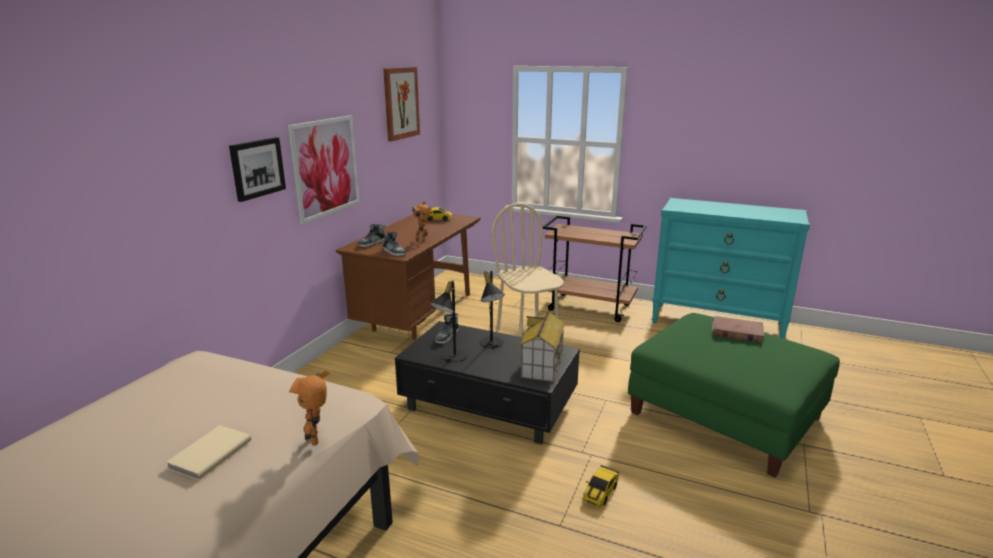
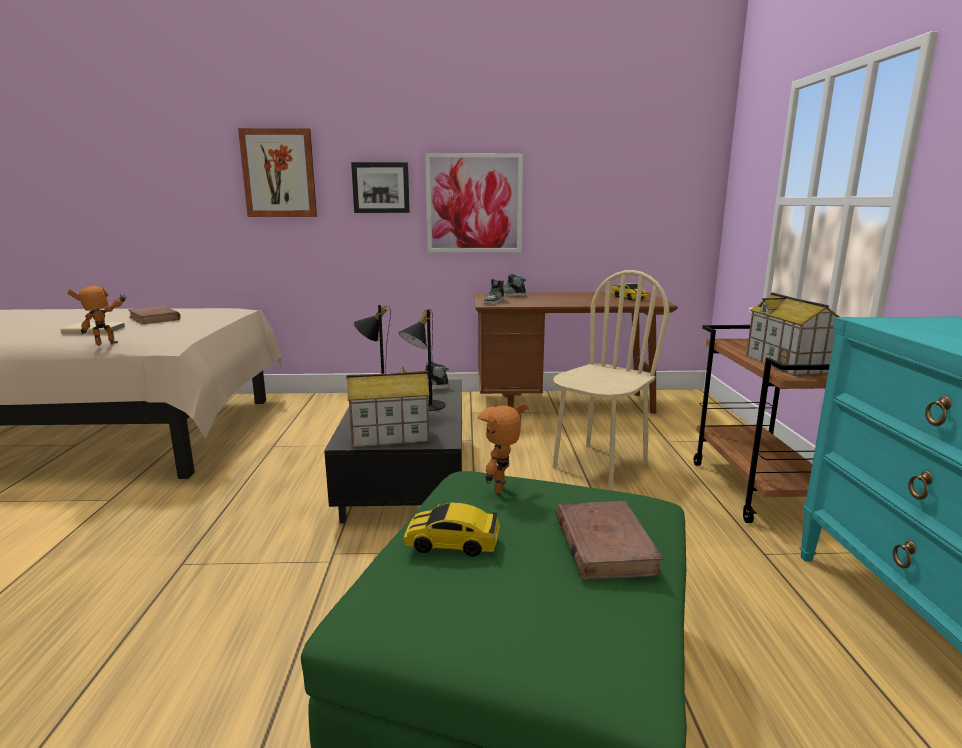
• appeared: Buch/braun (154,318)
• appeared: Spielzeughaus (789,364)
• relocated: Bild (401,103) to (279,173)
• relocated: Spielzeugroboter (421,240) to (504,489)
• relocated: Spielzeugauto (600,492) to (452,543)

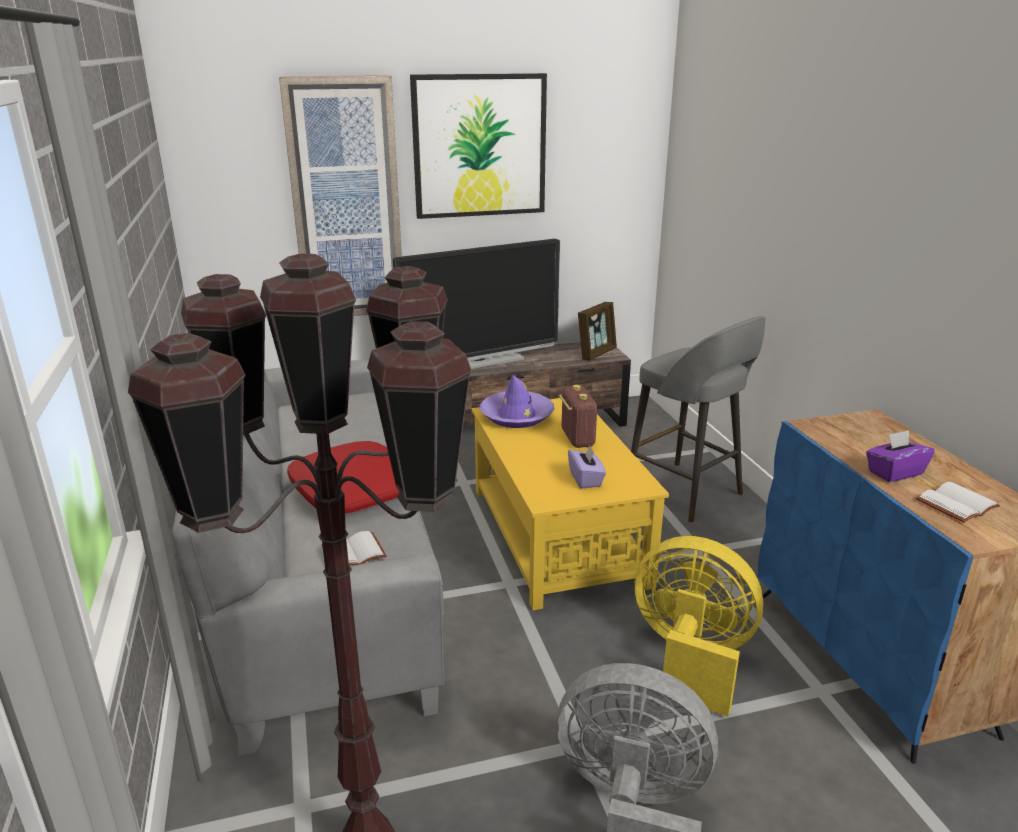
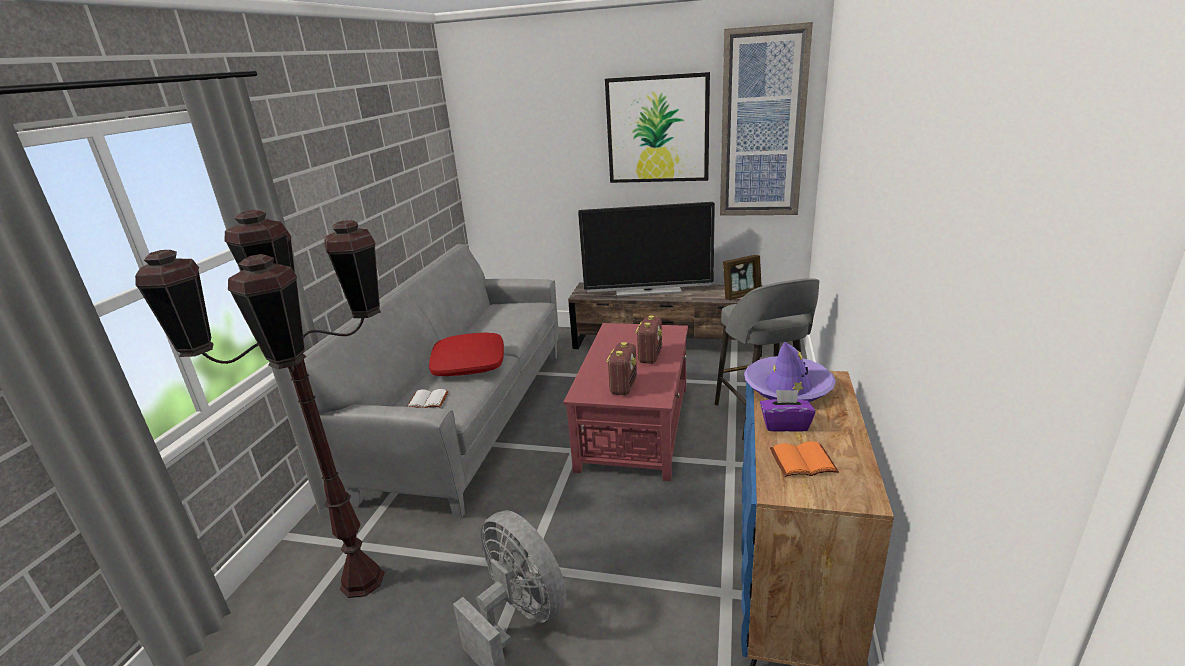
• missing: Ventilator/gelb (691,658)
• relocated: Bild (346,202) to (762,125)
• relocated: Hut/lila (516,416) to (787,387)
• exchanged: Taschentuchbox/lila (586,479) to Radio (623,386)
• colour: Couchtisch/gelb (557,534) to Couchtisch/rot (635,426)
• colour: Buch/weiß (955,503) to Buch/orange (803,460)

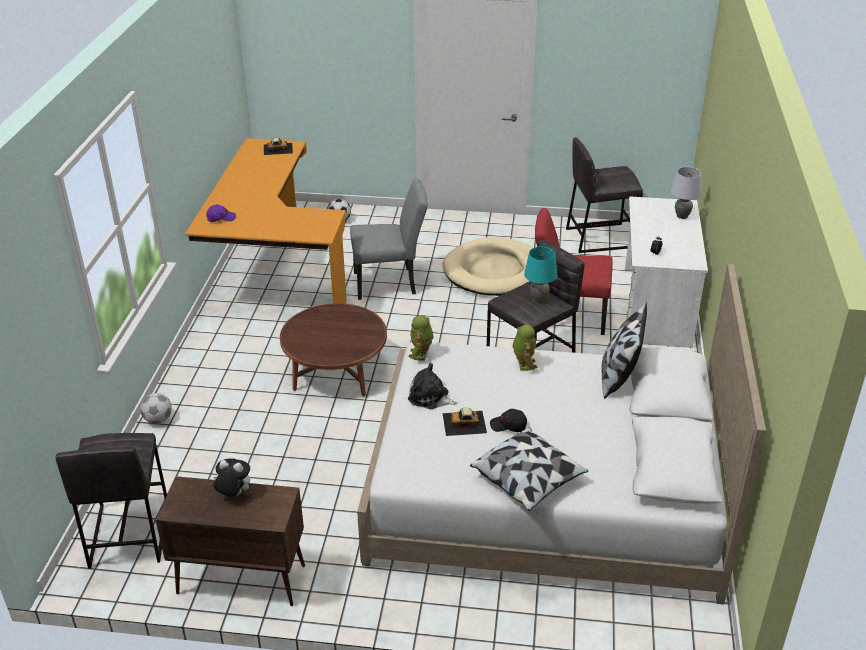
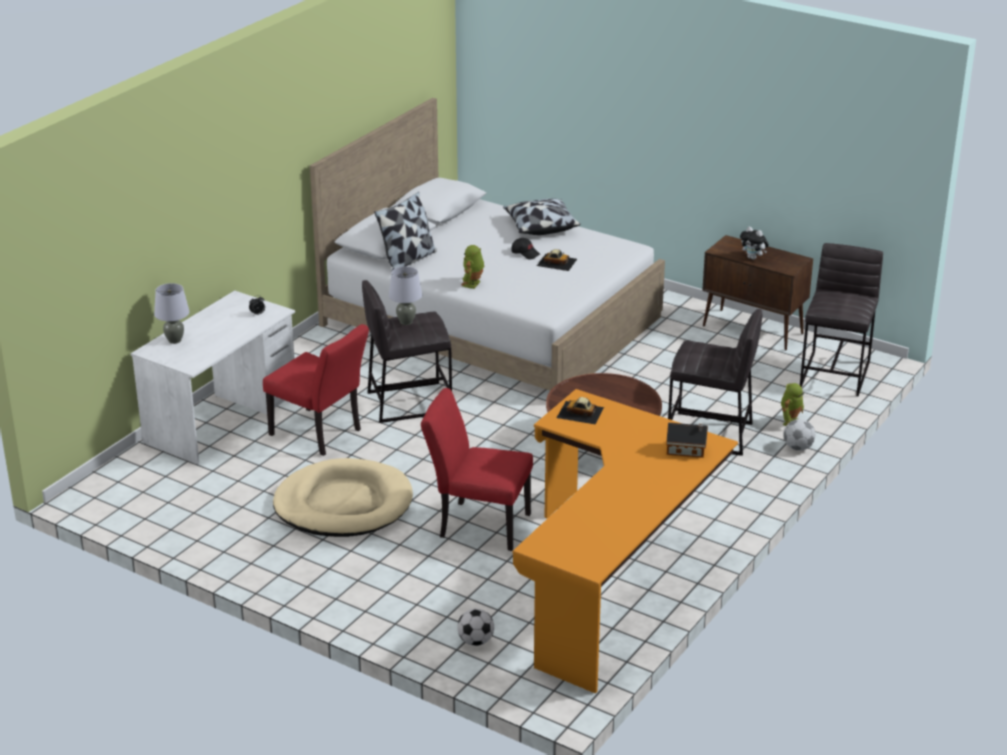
• missing: Plüschtier (430,397)
• relocated: Spielzeugauto (277,148) to (580,412)
• relocated: Spielzeugroboter (421,354) to (791,422)
• relocated: Hocker/grau (599,237) to (710,434)
• exchanged: Kappe/lila (221,218) to Spielzeughaus (687,450)
• colour: Stuhl/grau (390,283) to Stuhl/rot (477,524)
• colour: Tischlampe/türkis (539,299) to Tischlampe/grau (406,322)

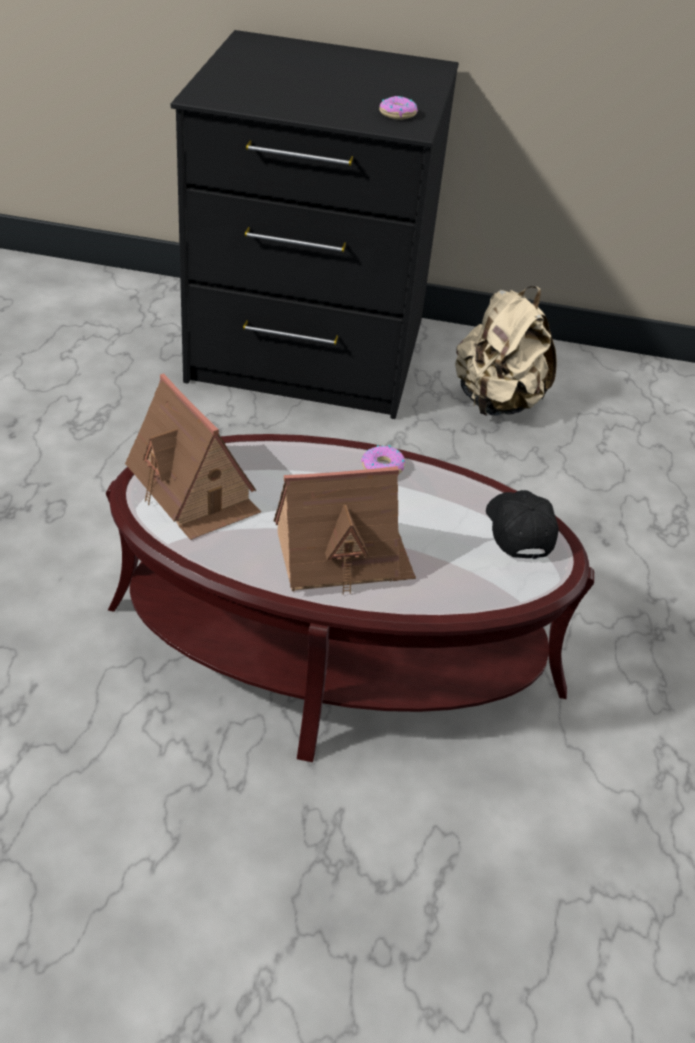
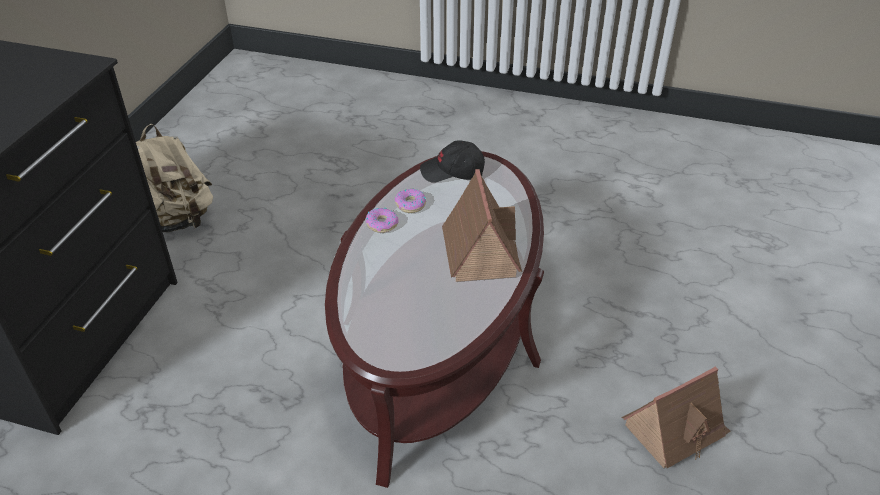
• relocated: Spielzeughaus (194,490) to (675,429)
• relocated: Donut (397,114) to (410,204)

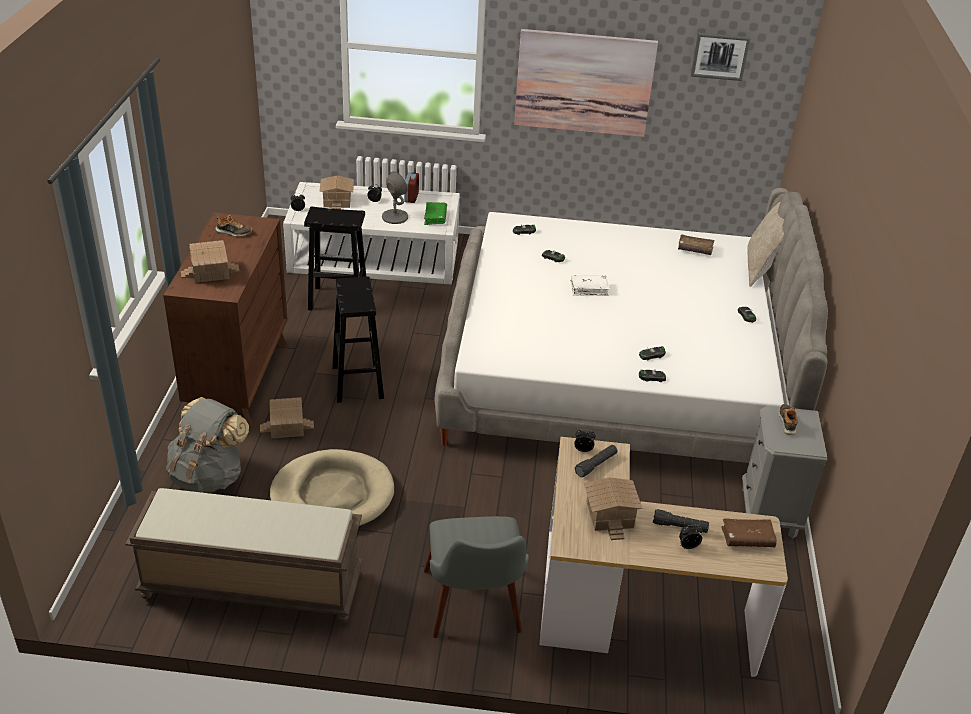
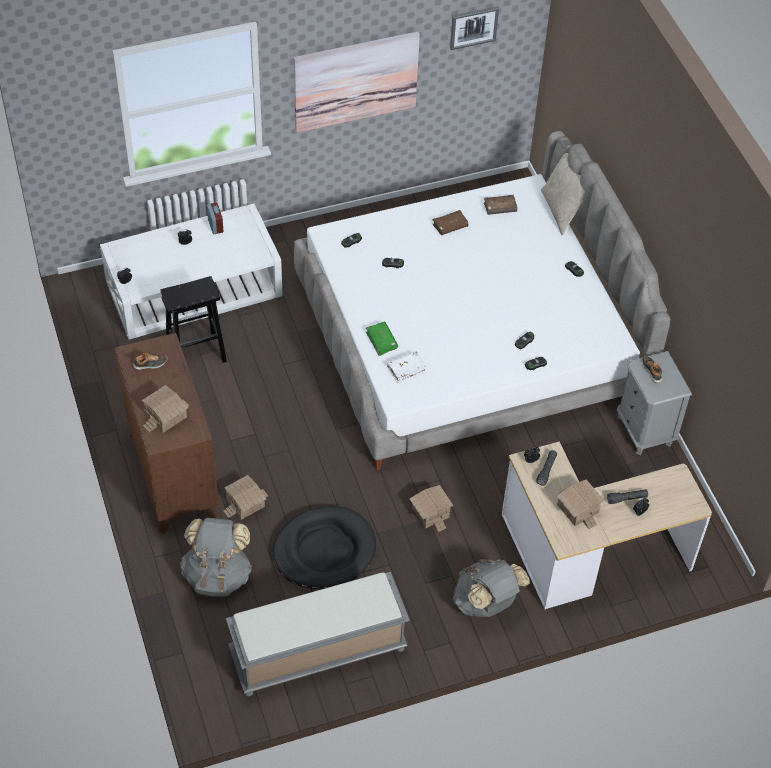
• missing: Hocker/schwarz (357,381)
• missing: Tischlampe/grau (394,217)
• relocated: Spielzeughaus (336,201) to (429,513)
• relocated: Buch/grün (435,217) to (381,341)
• relocated: Buch/weiß (589,289) to (406,369)
• relocated: Buch/braun (747,538) to (450,226)
• exchanged: Stuhl/grau (475,612) to Rucksack/grau (486,603)
• colour: Bank/braun (250,586) to Bank/grau (317,652)
• colour: Hundebett/beige (332,495) to Hundebett/schwarz (324,550)

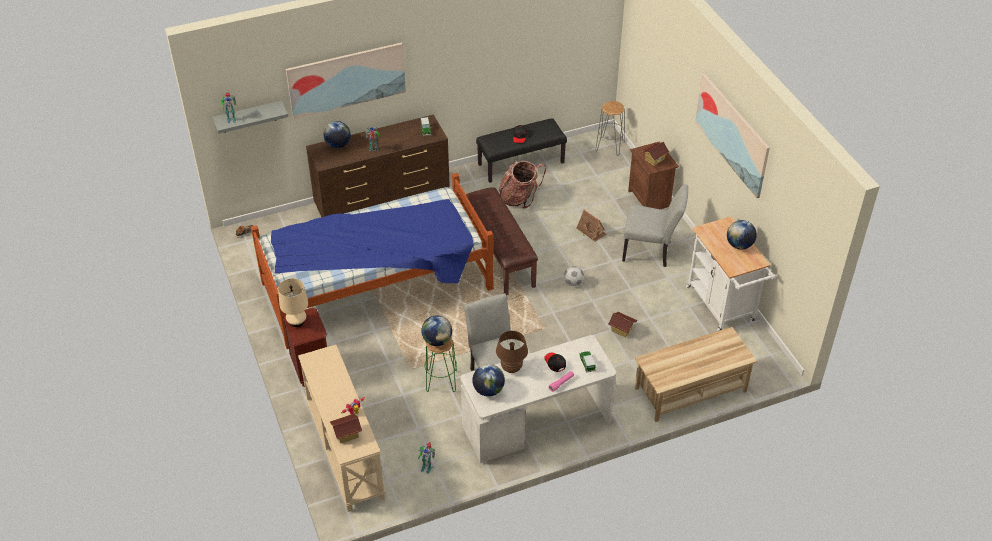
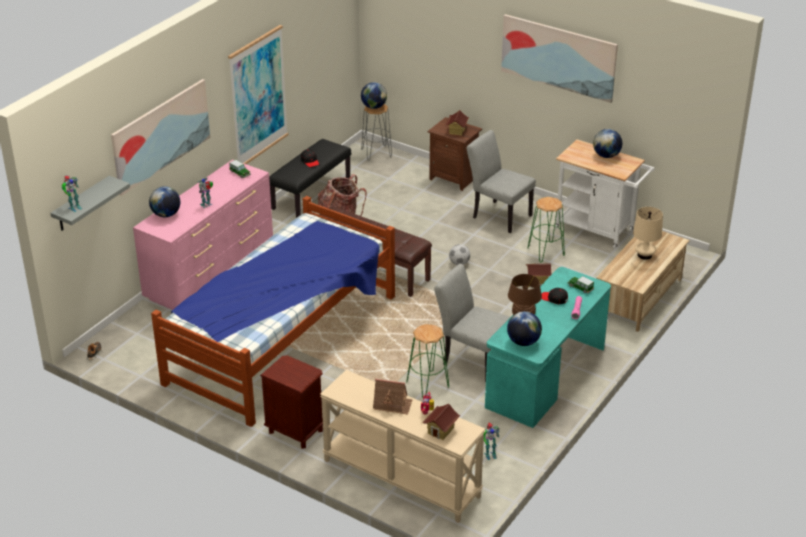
• appeared: Bild (258,96)
• appeared: Hocker/grün (546,252)
• relocated: Tischlampe/beige (296,322) to (644,255)
• relocated: Globus (437,341) to (374,107)
• relocated: Spielzeughaus (591,231) to (392,404)
• colour: Kommode/braun (383,201) to Kommode/rosa (211,271)
• colour: Schreibtisch/weiß (537,424) to Schreibtisch/türkis (546,377)
• spun: Stuhl/grau (651,252) = (498,215) 120 degrees counterclockwise

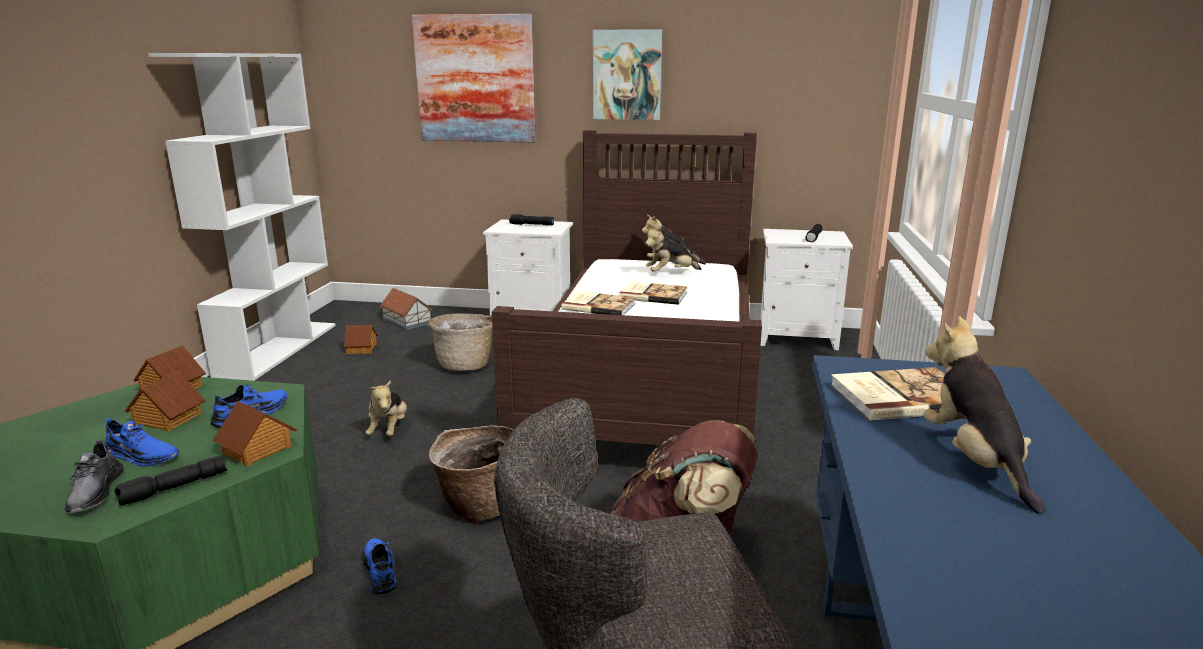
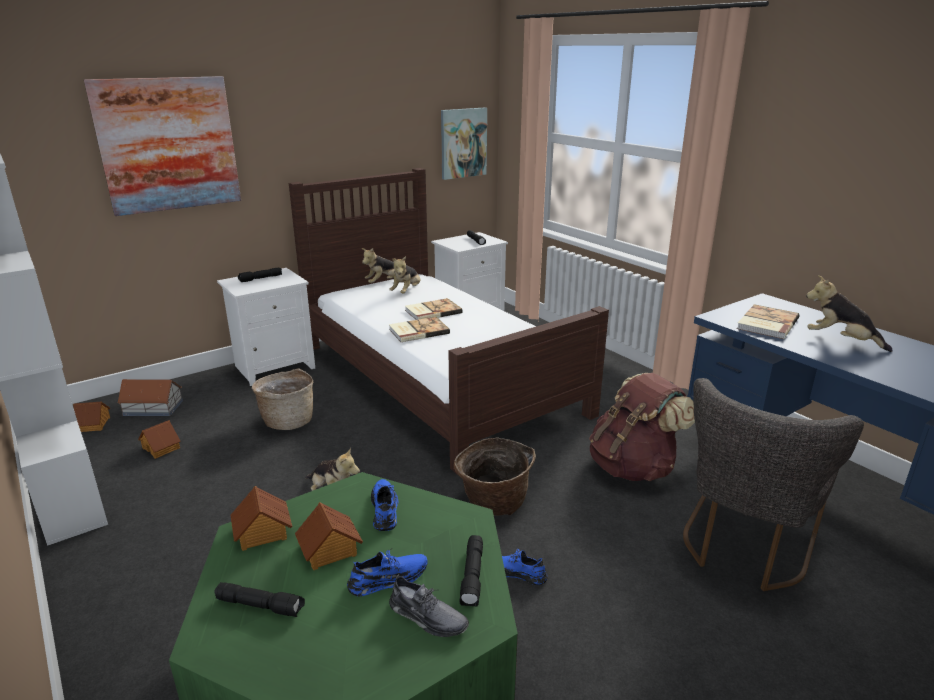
• appeared: Taschenlampe/schwarz (261,605)
• relocated: Spielzeughaus (257,449) to (94,424)
• relocated: Bild (627,75) to (463,143)

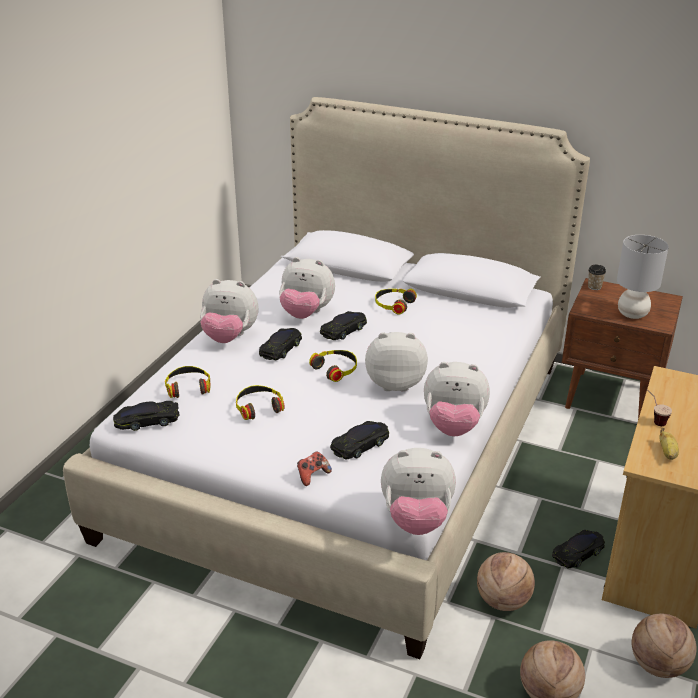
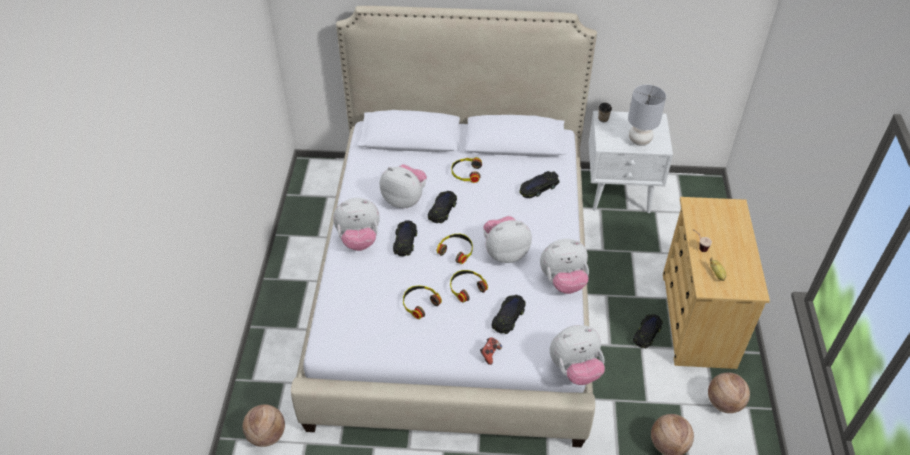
• relocated: Spielzeugauto/schwarz (147,420) to (538,187)
• relocated: Kopfhörer (188,387) to (466,288)
• relocated: Basketball (502,601) to (267,435)
• colour: Nachttisch/braun (611,398) to Nachttisch/weiß (621,193)
• spun: Plüschtier (306,313) = (405,199) 150 degrees counterclockwise

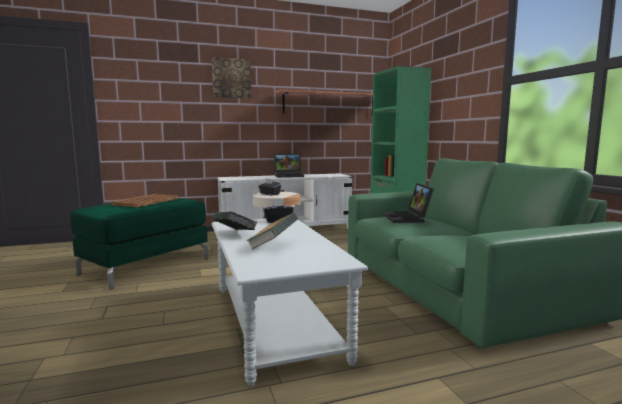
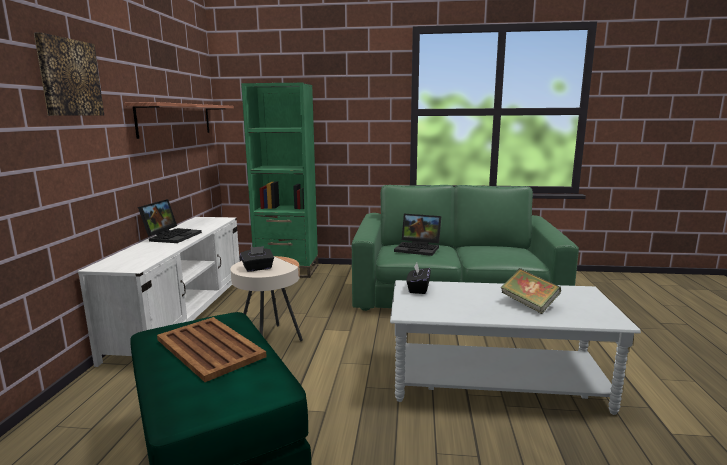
• missing: Buch (234,234)

